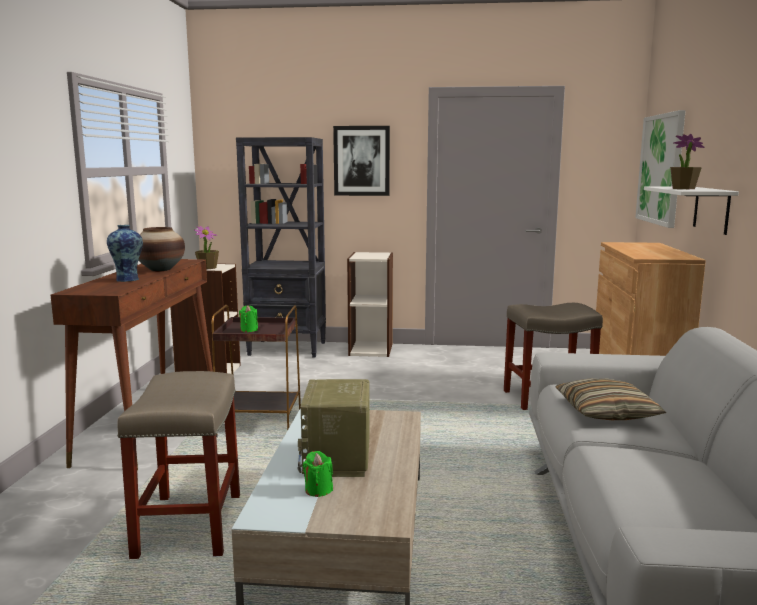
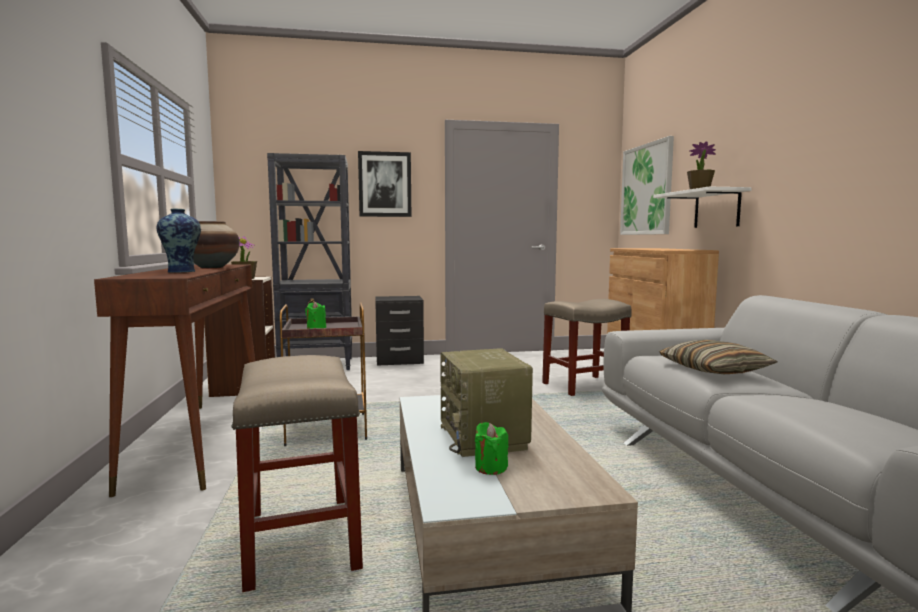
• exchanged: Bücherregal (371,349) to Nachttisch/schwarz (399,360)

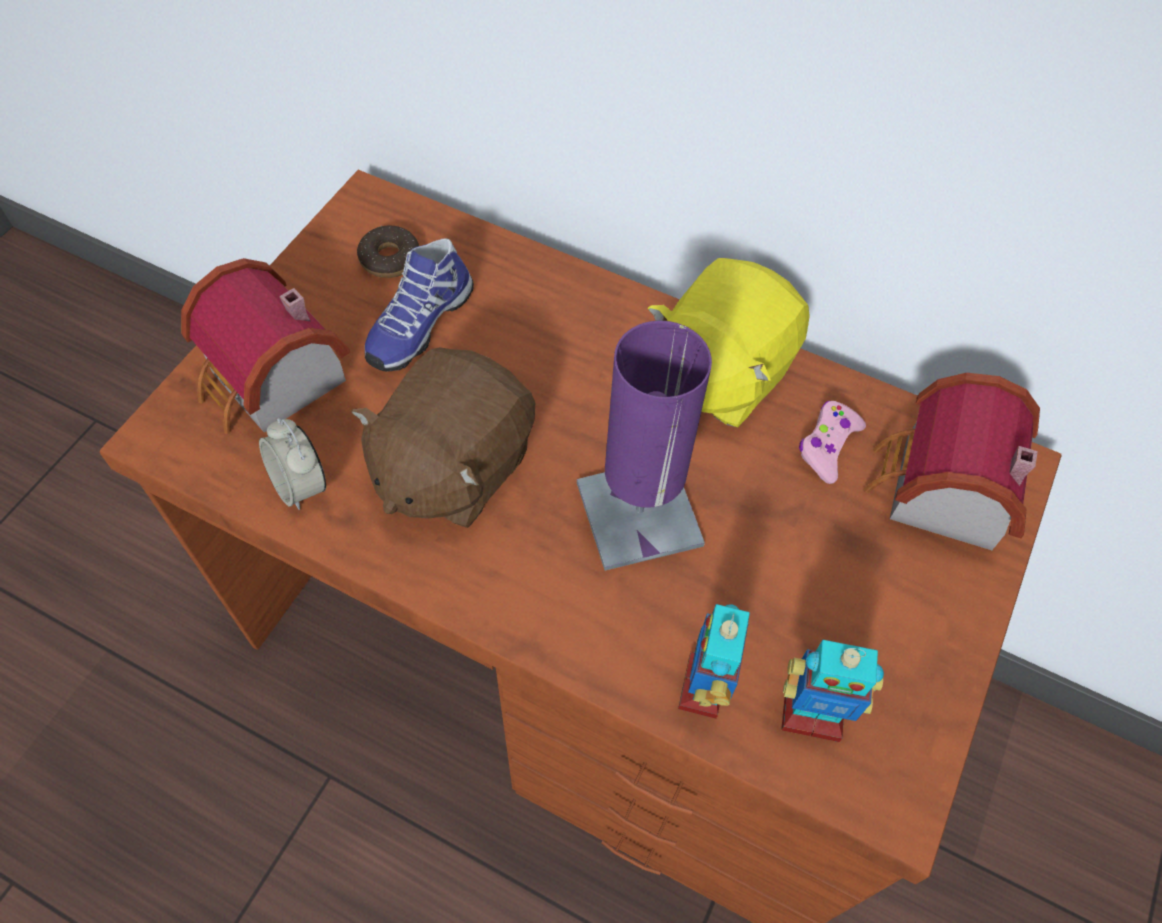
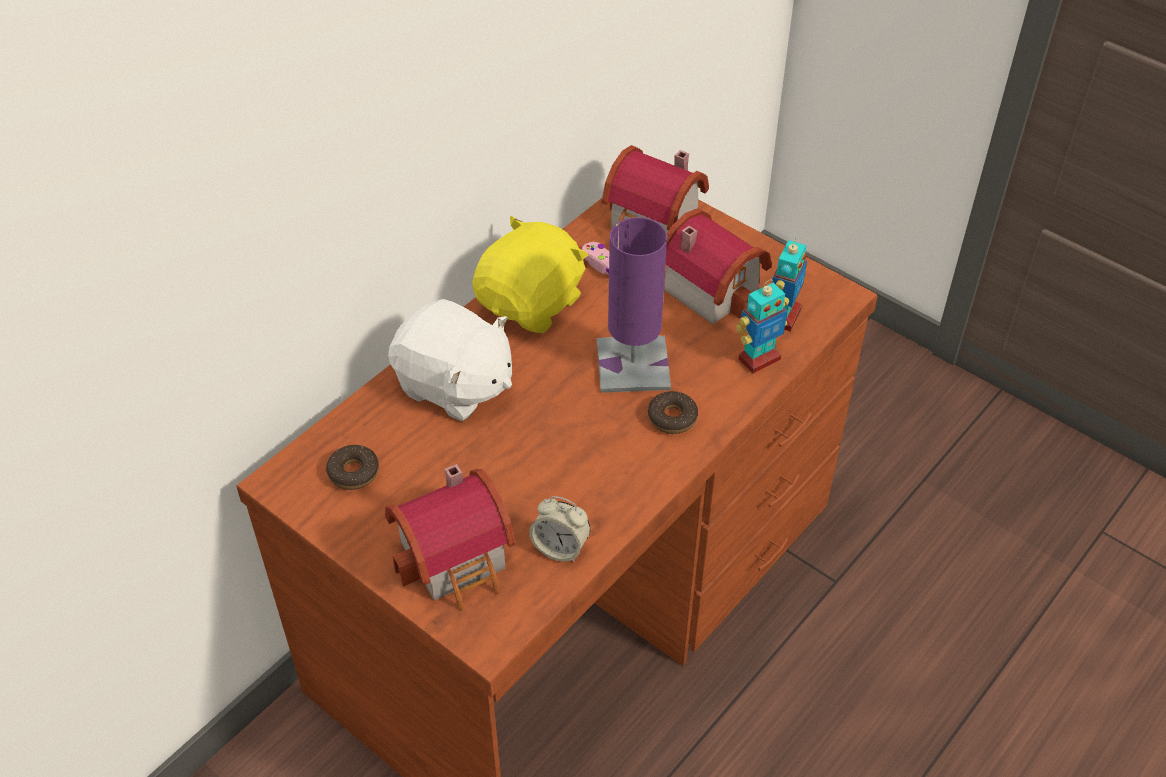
• missing: Plüschtier/braun (452,466)
• missing: Schuh (418,324)
• appeared: Plüschtier/weiß (454,386)
• appeared: Donut (672,418)
• appeared: Spielzeughaus (713,286)
• spun: Wecker (300,485) = (560,548) 45 degrees clockwise
• spun: Plüschtier/gelb (718,373) = (532,303) 105 degrees counterclockwise
• spun: Spielzeugroboter (704,687) = (758,358) 60 degrees counterclockwise

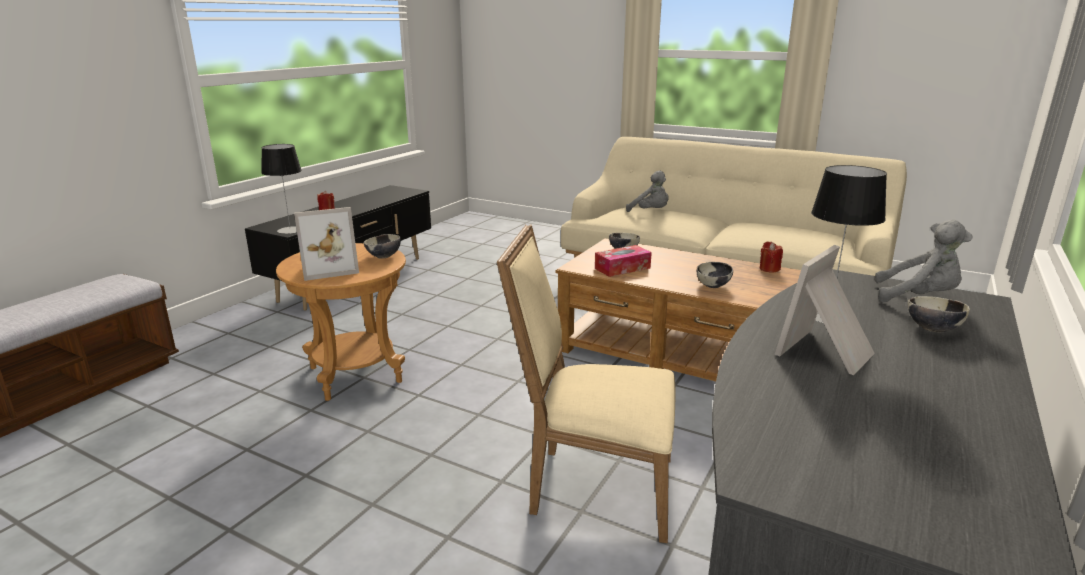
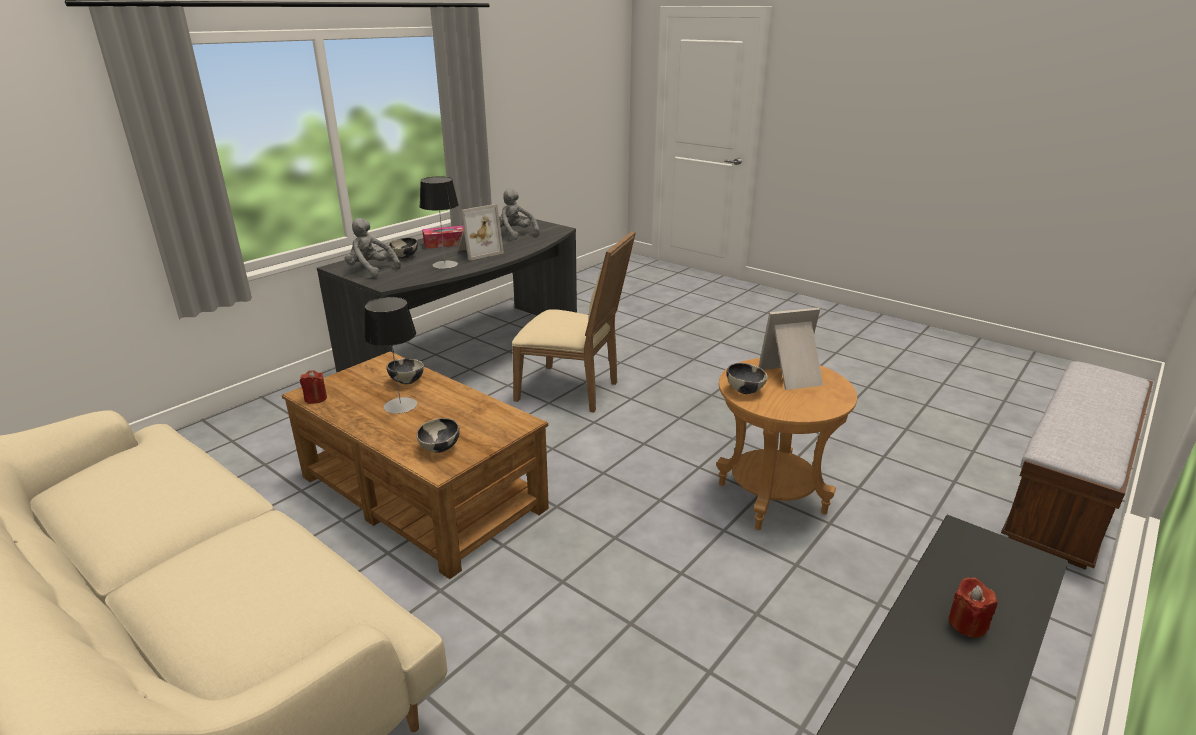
• relocated: Tischlampe (290,230) to (400,405)
• relocated: Taschentuchbox (622,268) to (445,243)
• relocated: Plüschtier/grau (650,212) to (515,234)

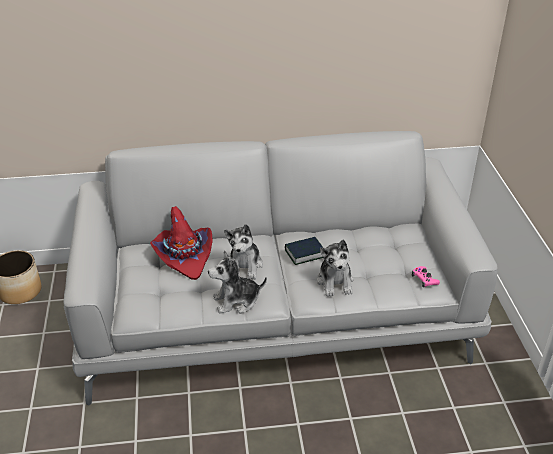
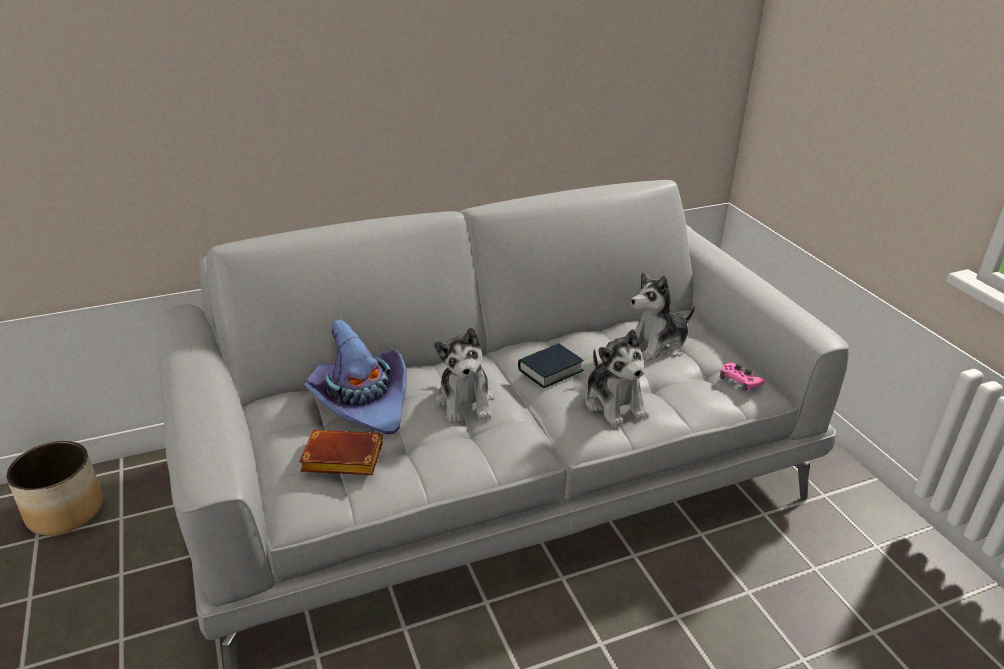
• appeared: Buch/braun (340,459)
• relocated: Plüschtier (236,301) to (658,345)
• colour: Hut/rot (184,255) to Hut/lila (362,400)

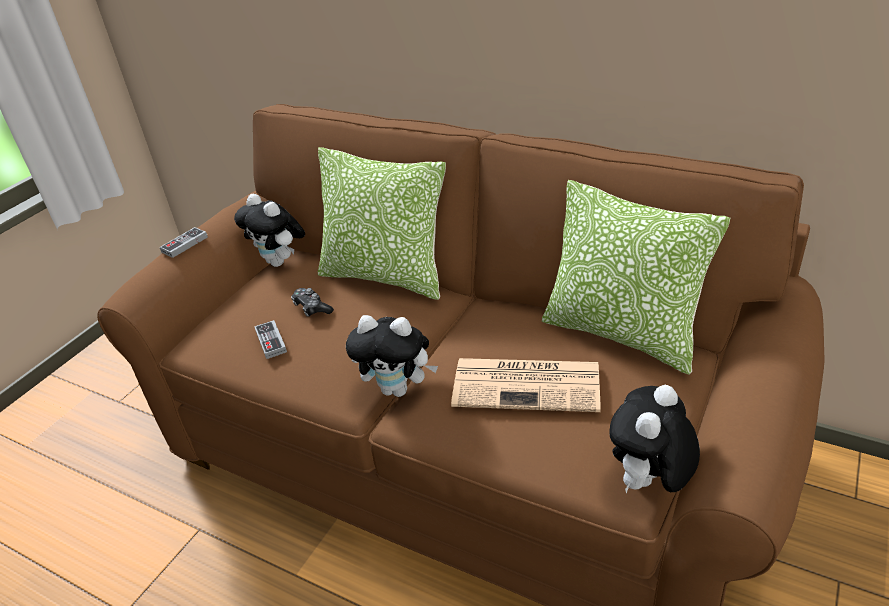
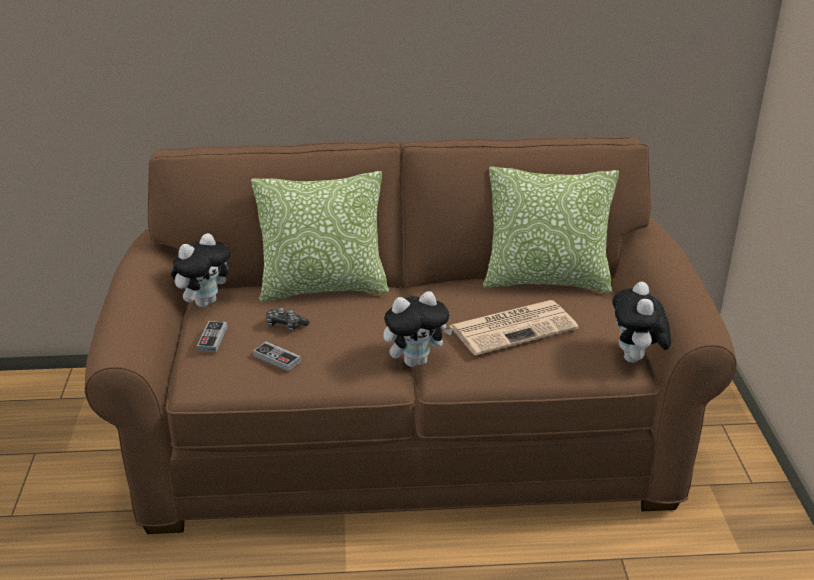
• relocated: Gamepad (185,244) to (212,339)
• spun: Plüschtier (280,262) = (205,302) 60 degrees counterclockwise

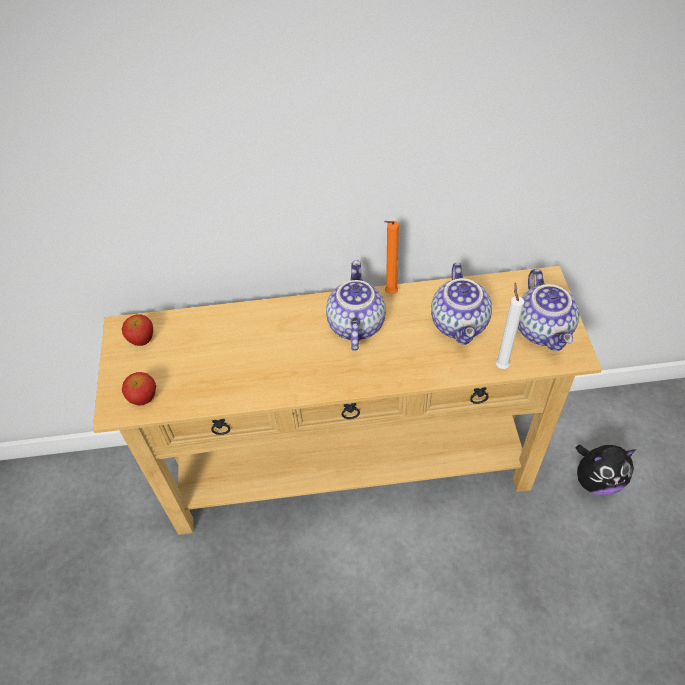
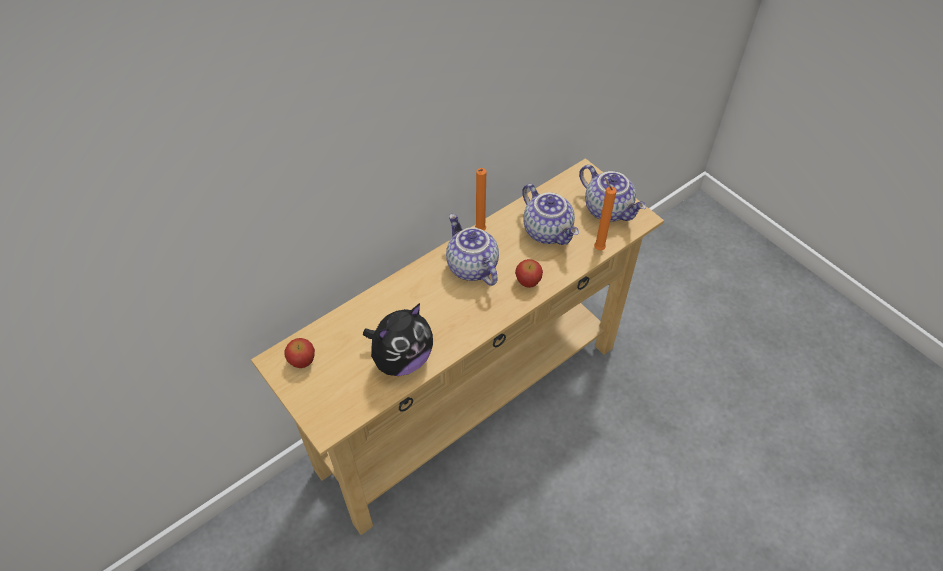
• relocated: Apfel (143,397) to (528,282)
• relocated: Plüschtier (596,480) to (401,359)
• colour: Kerze/weiß (501,364) to Kerze/orange (597,247)

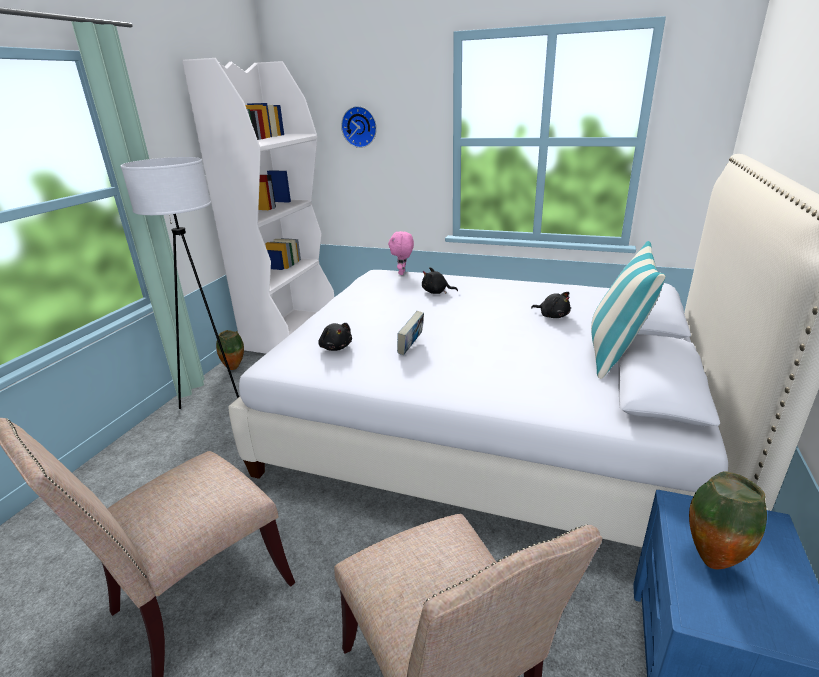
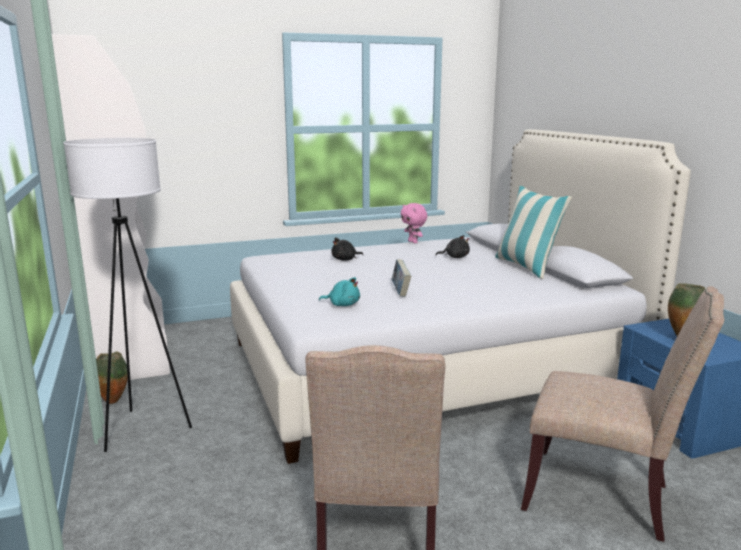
• missing: Wanduhr (360,127)
• relocated: Plüschtier/rosa (402,273) to (413,242)
• colour: Plüschtier/schwarz (335,347) to Plüschtier/türkis (342,304)

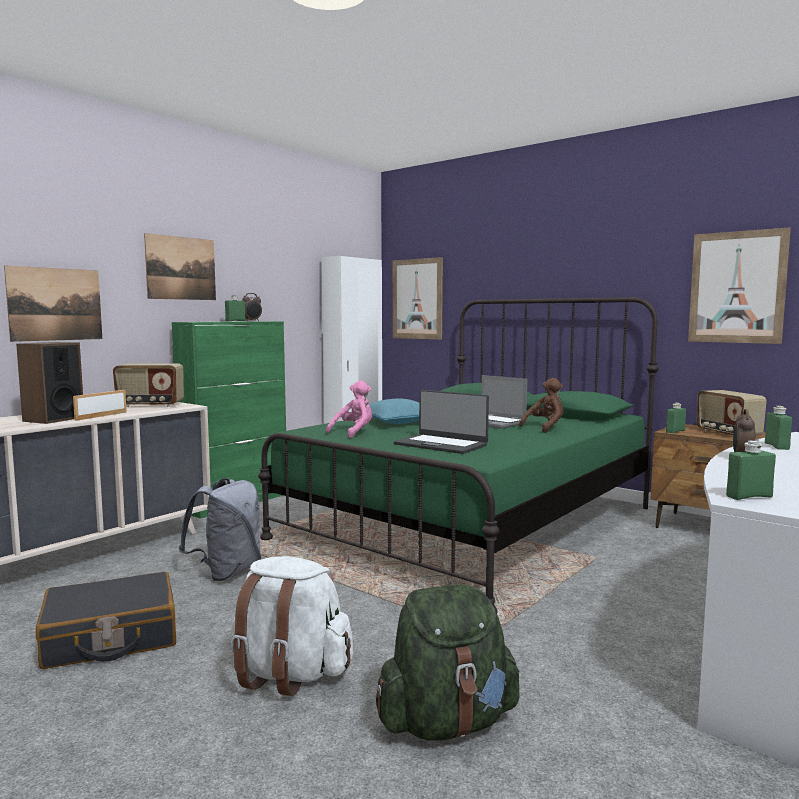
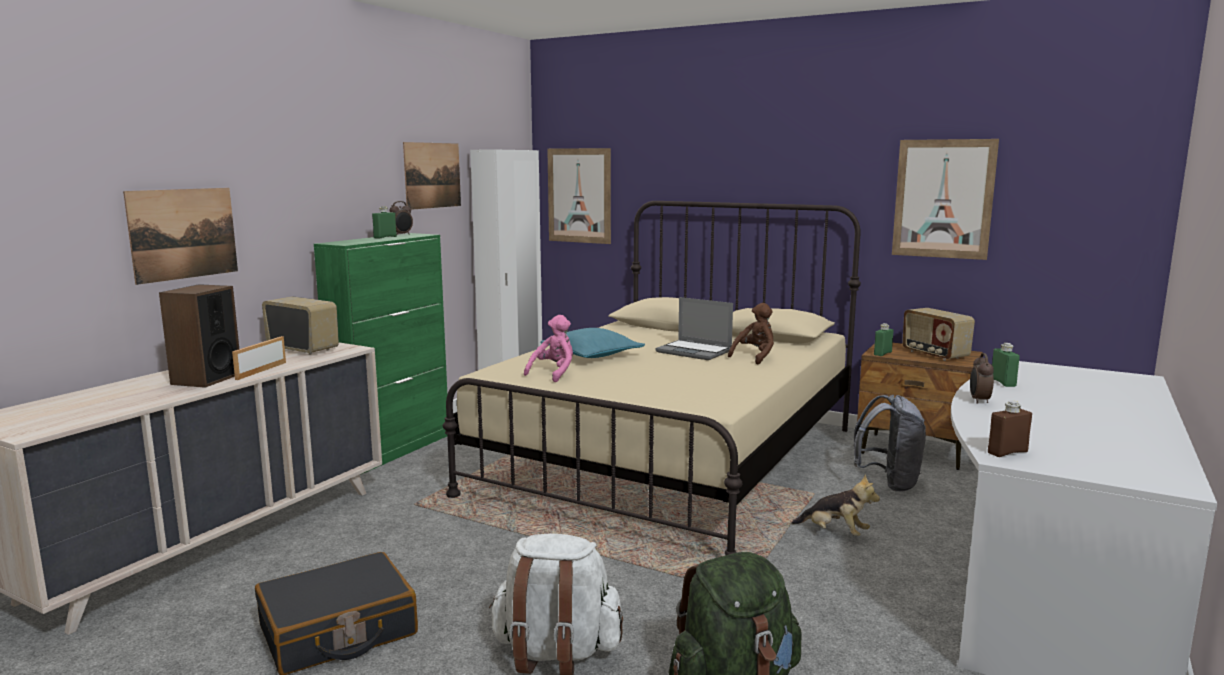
• missing: Laptop (441,444)
• appeared: Plüschtier (835,533)
• relocated: Bild (181,268) to (432,175)
• relocated: Rucksack/grau (227,572) to (888,483)
• colour: Bett/grün (470,522) to Bett/beige (670,459)
• colour: Flasche/grün (749,497) to Flasche/braun (1007,452)
• spun: Radio (150,405) = (303,349) 135 degrees counterclockwise

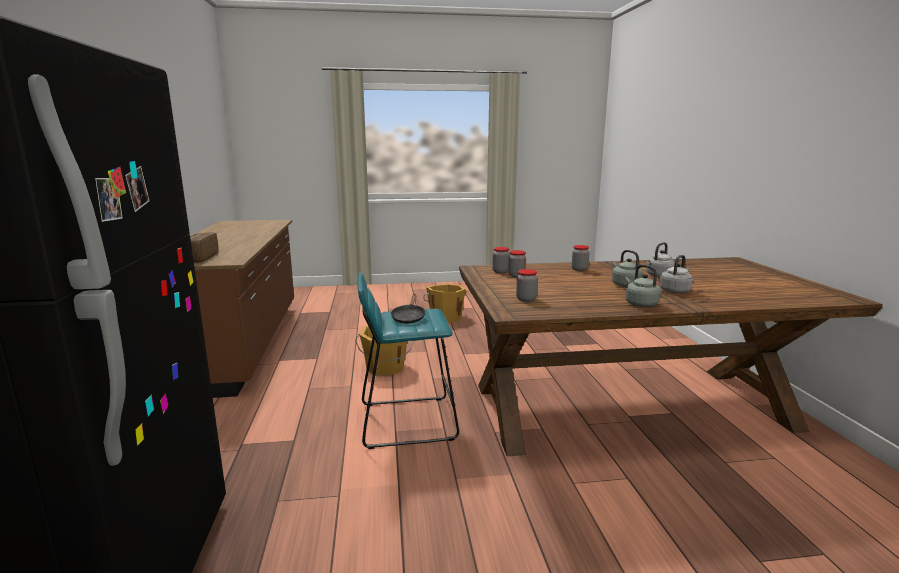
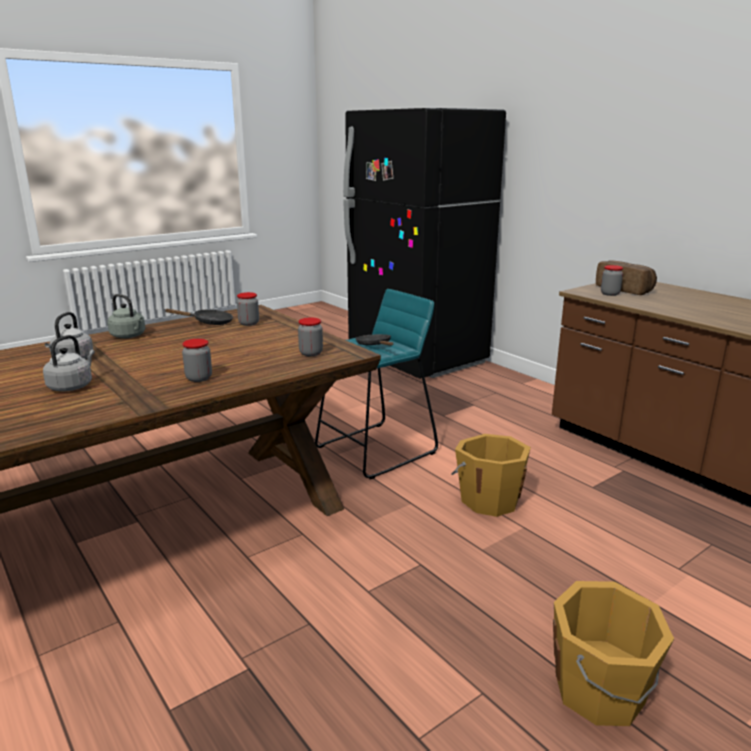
• missing: Wasserkessel/grau (624,285)
• appeared: Pfanne/schwarz (209,322)
• relocated: Vorratsglas (516,276) to (610,294)

